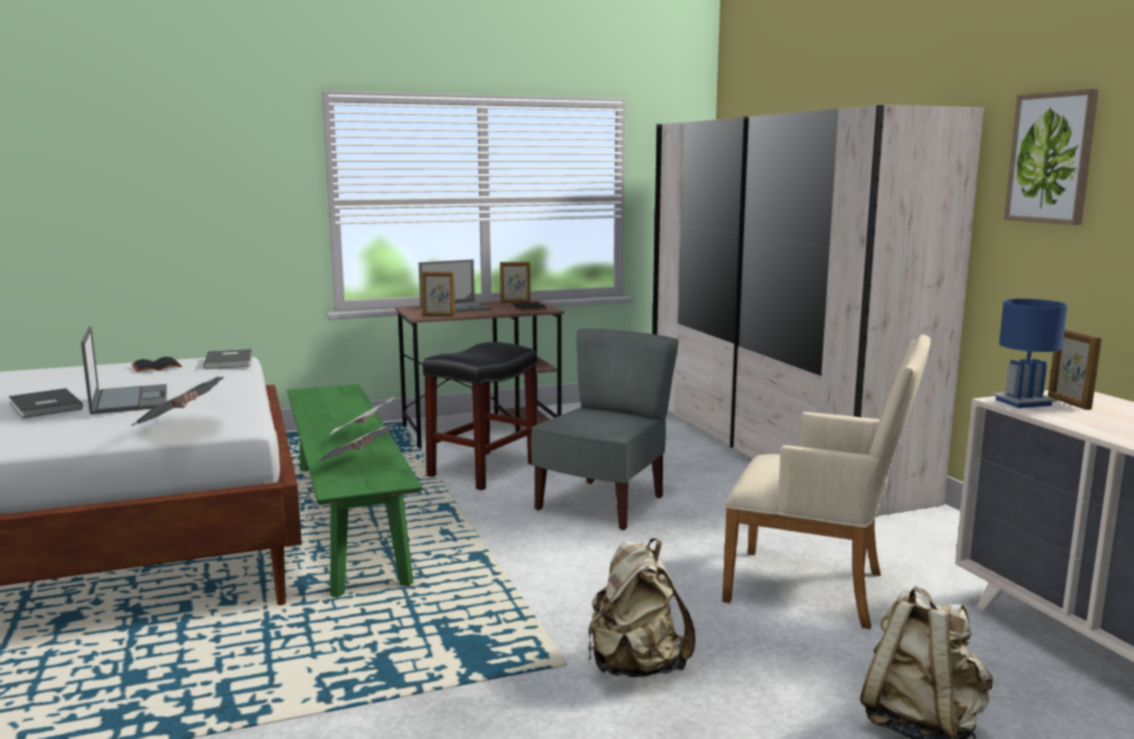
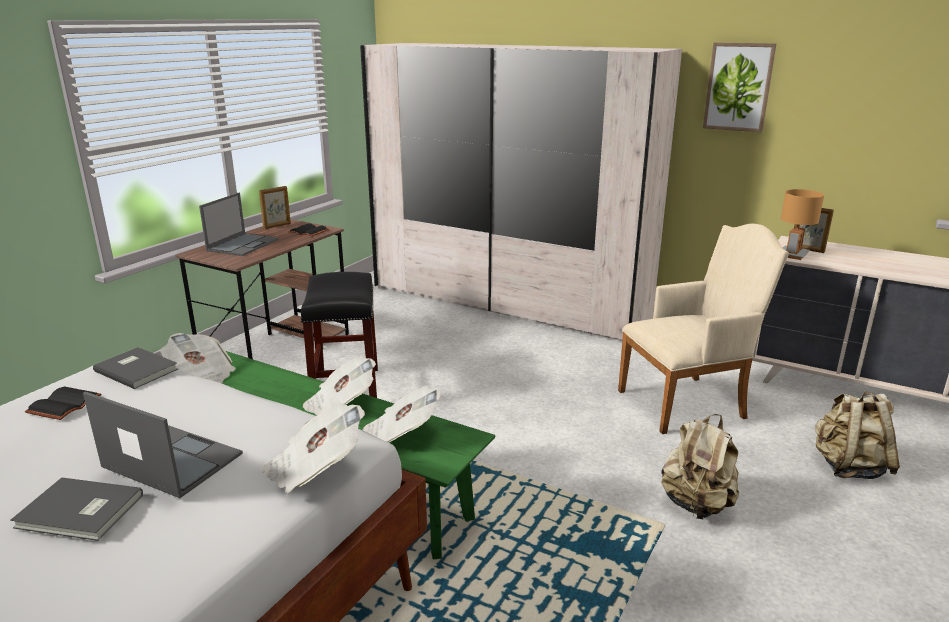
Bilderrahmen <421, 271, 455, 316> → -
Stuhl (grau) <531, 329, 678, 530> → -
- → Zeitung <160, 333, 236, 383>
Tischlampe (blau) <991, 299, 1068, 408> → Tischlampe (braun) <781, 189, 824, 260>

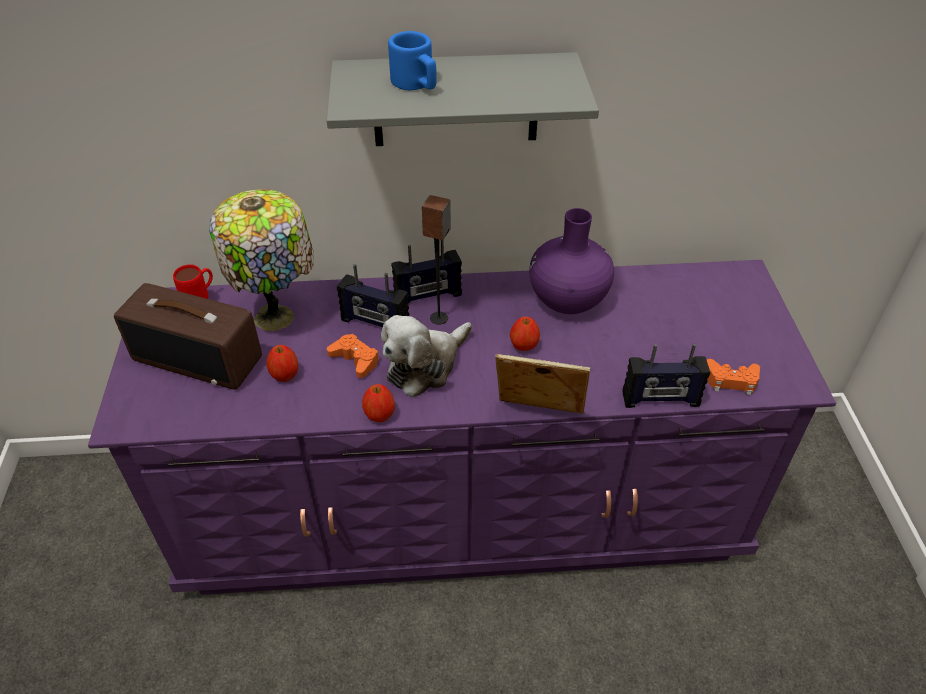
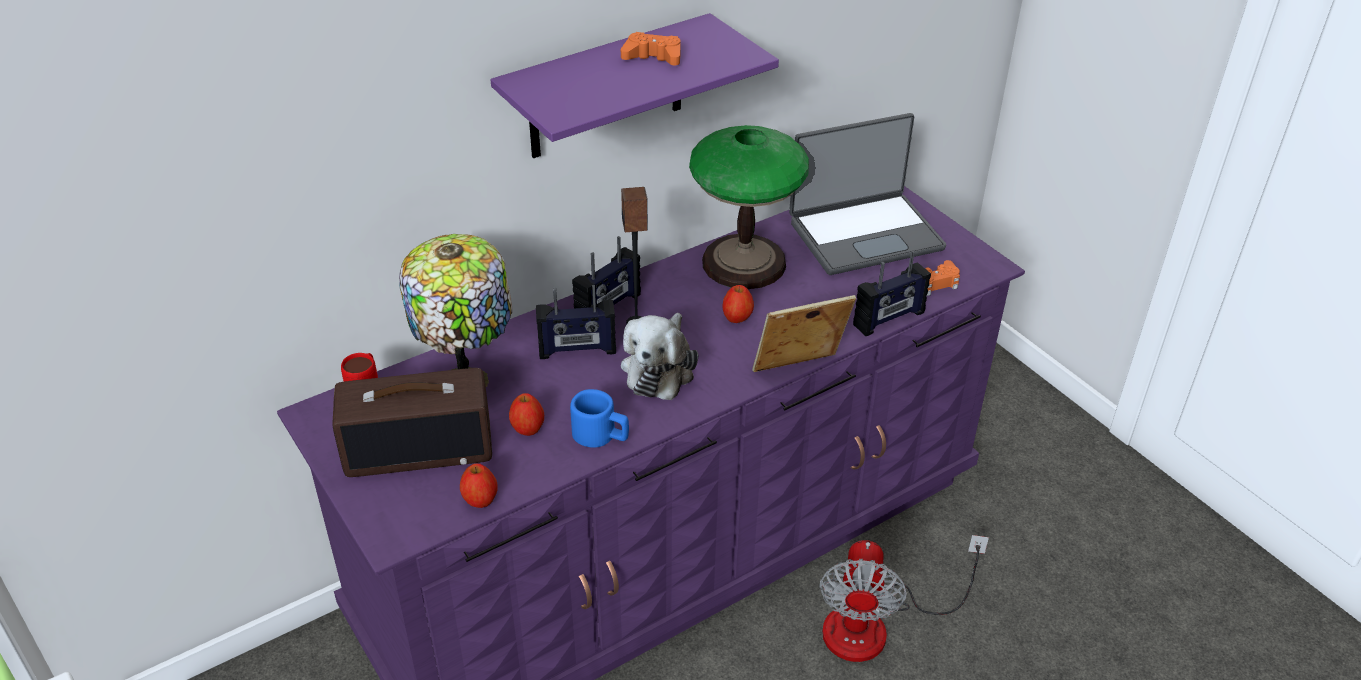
- → Laptop <789, 113, 946, 275>
- → Ventilator <819, 535, 989, 662>
Gamepad (orange) <327, 334, 379, 378> → Gamepad (orange) <621, 32, 681, 65>, shifted
Apfel <362, 384, 395, 422> → Apfel <460, 463, 498, 508>, shifted
Henkelbecher (blau) <388, 31, 437, 90> → Henkelbecher (blau) <570, 389, 629, 448>, shifted
Vase (lila) <529, 208, 614, 314> → Tischlampe <689, 125, 809, 289>
Wandregal (grau) <326, 52, 599, 146> → Wandregal (lila) <491, 13, 779, 158>

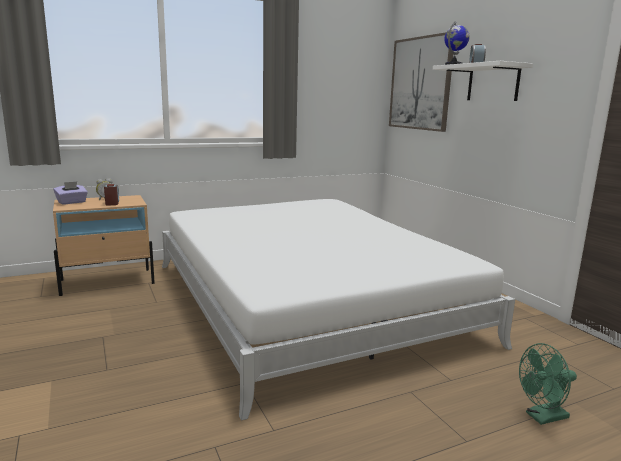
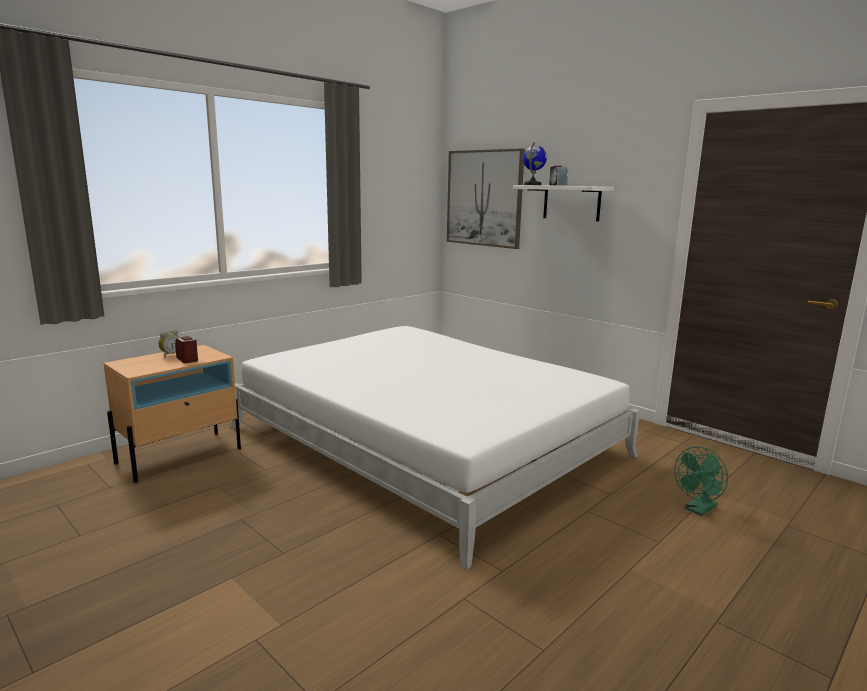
Taschentuchbox (lila) <53, 181, 88, 205> → -

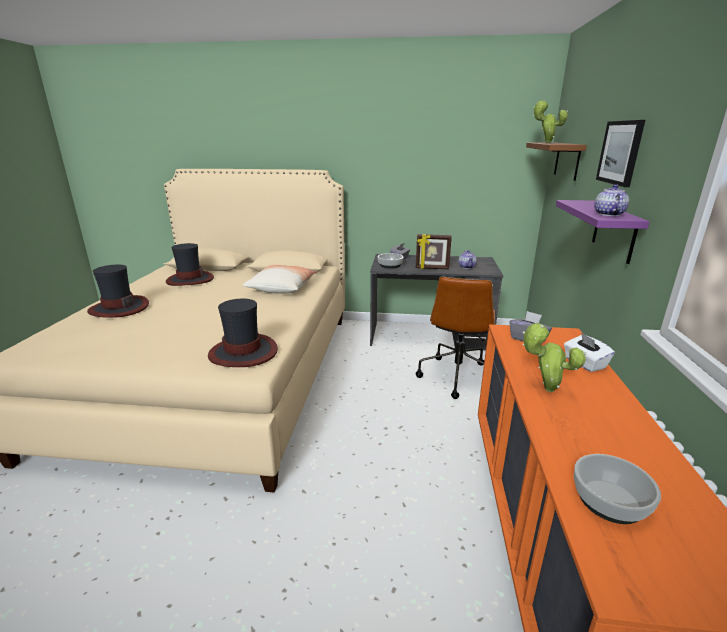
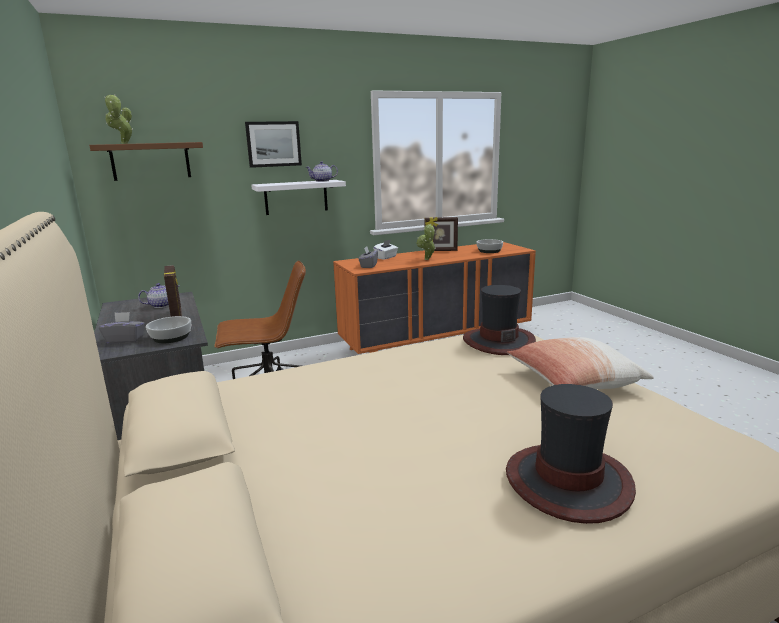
Hut <166, 243, 214, 286> → -
- → Bilderrahmen <425, 217, 458, 251>
Kissen <243, 265, 316, 294> → Kissen <507, 337, 654, 389>, shifted
Wandregal (lila) <556, 200, 650, 264> → Wandregal (weiß) <251, 180, 346, 215>

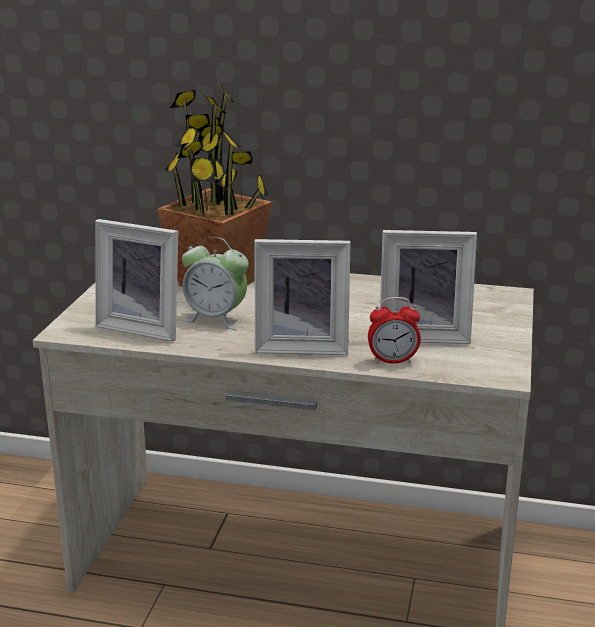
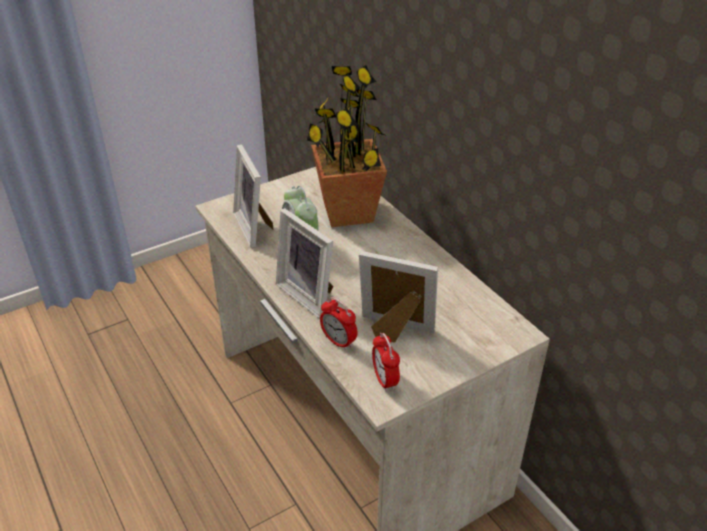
- → Wecker <372, 333, 400, 392>
Bilderrahmen <380, 230, 477, 344> → Bilderrahmen <359, 251, 438, 342>, 150 degrees clockwise

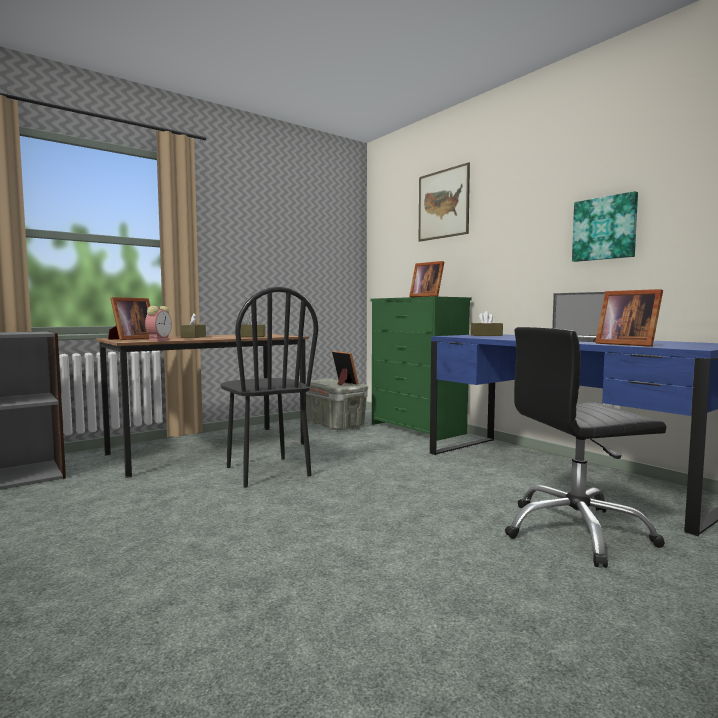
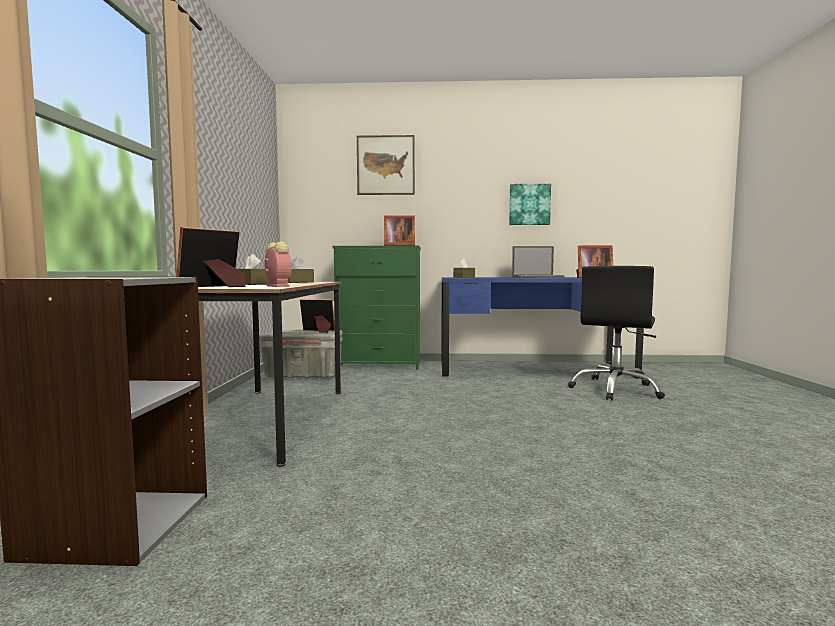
Stuhl (schwarz) <221, 287, 318, 488> → -
Bilderrahmen <108, 297, 150, 340> → Bilderrahmen <176, 227, 245, 287>, 120 degrees counterclockwise

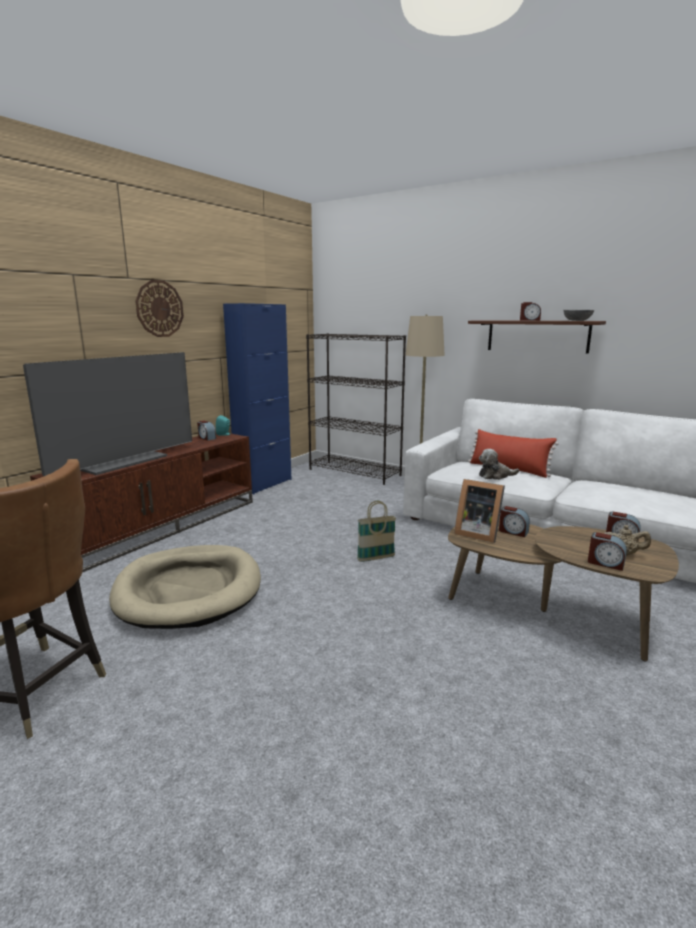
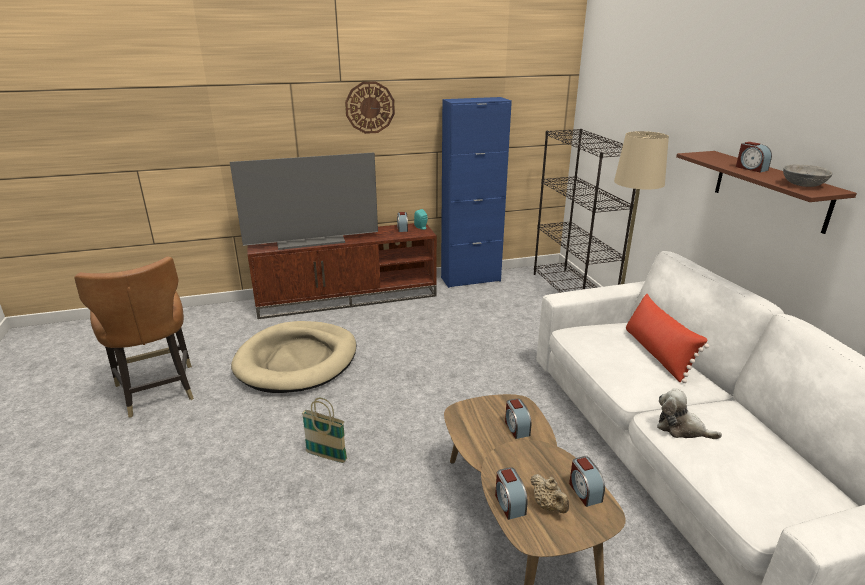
Bilderrahmen <454, 479, 505, 543> → -
Korb <357, 501, 396, 562> → Korb <302, 398, 347, 463>, shifted
Plüschtier <479, 449, 519, 480> → Plüschtier <657, 388, 722, 439>, shifted

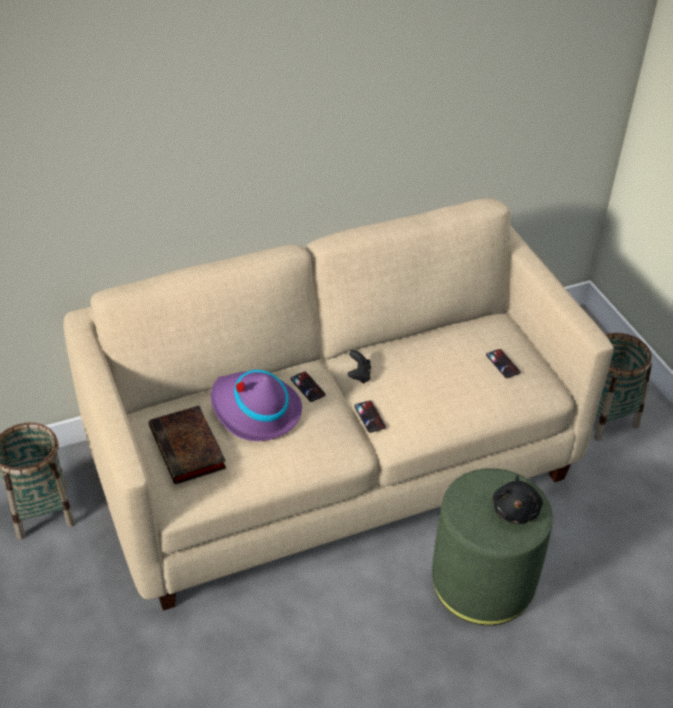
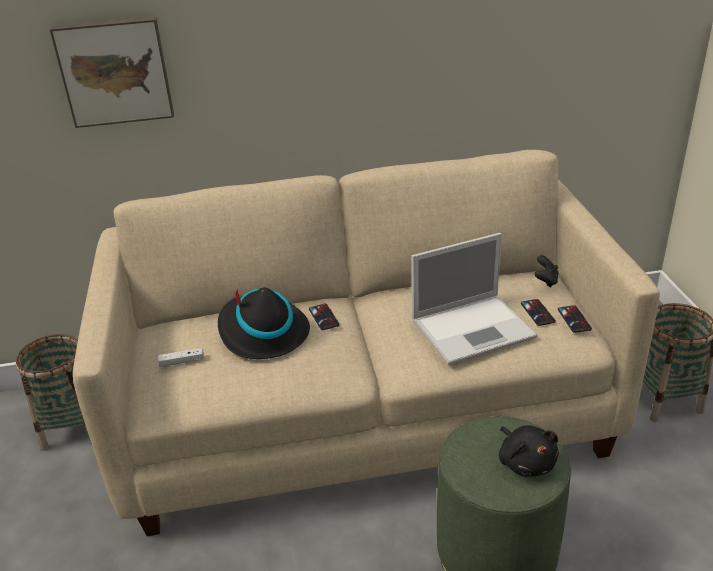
- → Bild <50, 17, 174, 128>
- → Laptop <411, 233, 538, 365>
Gamepad (schwarz) <348, 350, 371, 383> → Gamepad (schwarz) <534, 255, 559, 288>, shifted
Handy <354, 400, 386, 433> → Handy <558, 305, 592, 333>, shifted
Buch <149, 406, 226, 484> → Gamepad (weiß) <158, 348, 204, 367>
Hut (lila) <211, 369, 302, 441> → Hut (schwarz) <218, 287, 310, 359>
Plüschtier (schwarz) <493, 475, 543, 524> → Plüschtier (schwarz) <499, 425, 559, 477>, 45 degrees counterclockwise

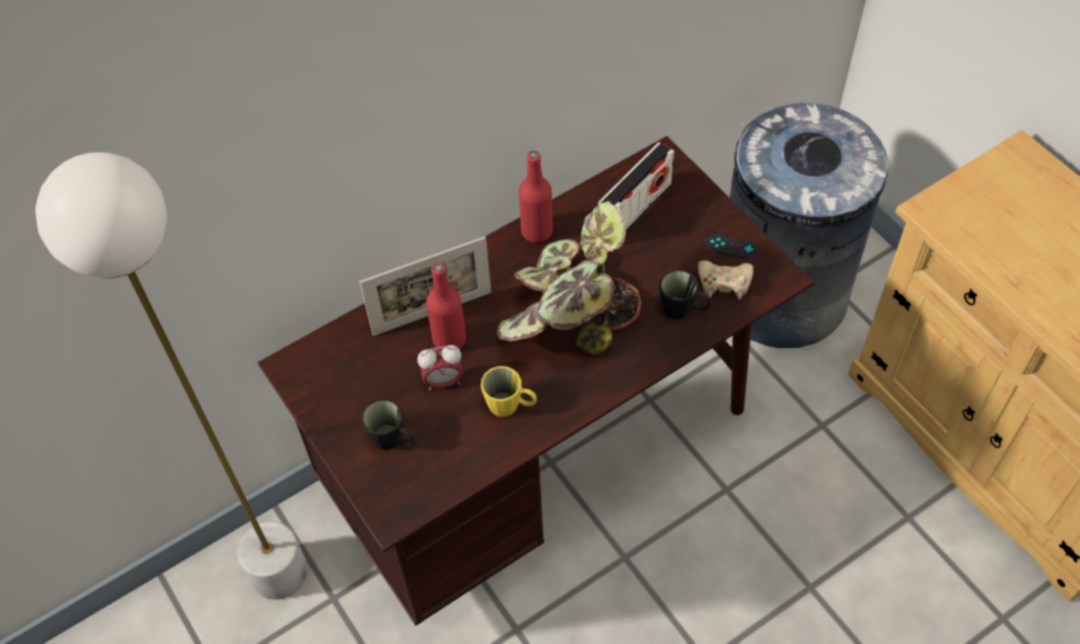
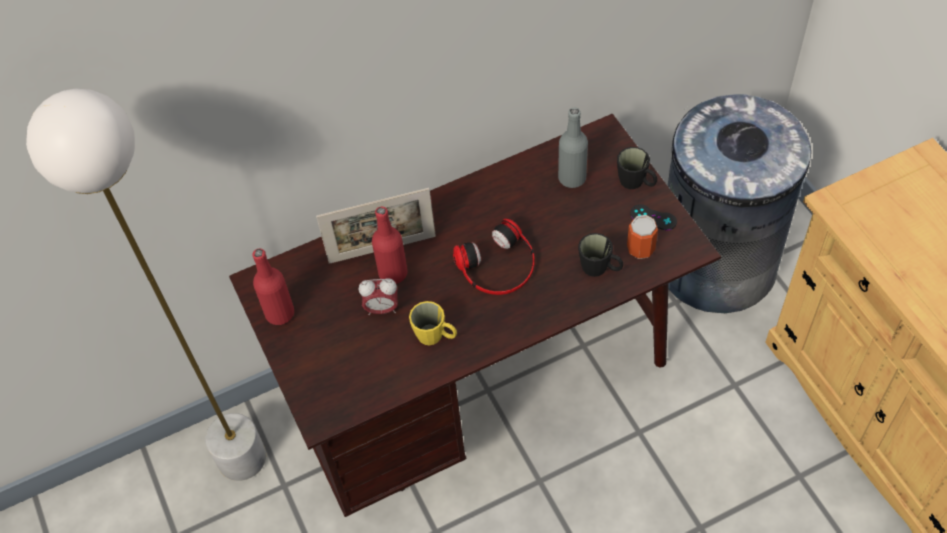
Henkelbecher (schwarz) <361, 399, 415, 450> → Henkelbecher (schwarz) <617, 147, 657, 189>, shifted
Flasche (rot) <519, 151, 553, 243> → Flasche (rot) <252, 249, 294, 325>, shifted
Topfpflanze <496, 201, 642, 354> → Kopfhörer <453, 219, 535, 295>
Radio <598, 142, 675, 233> → Flasche (grau) <558, 108, 588, 188>
Gamepad (beige) <698, 261, 753, 299> → Dose <627, 215, 658, 259>

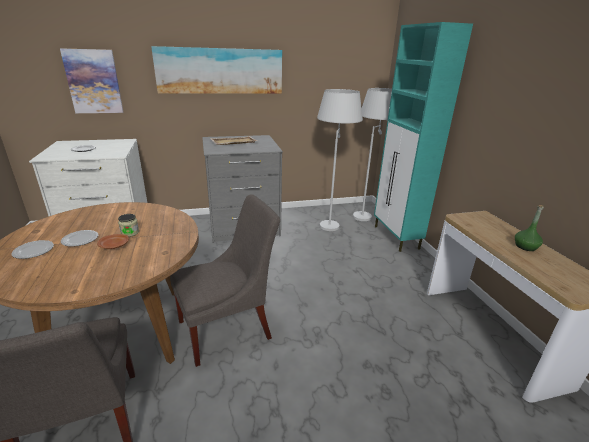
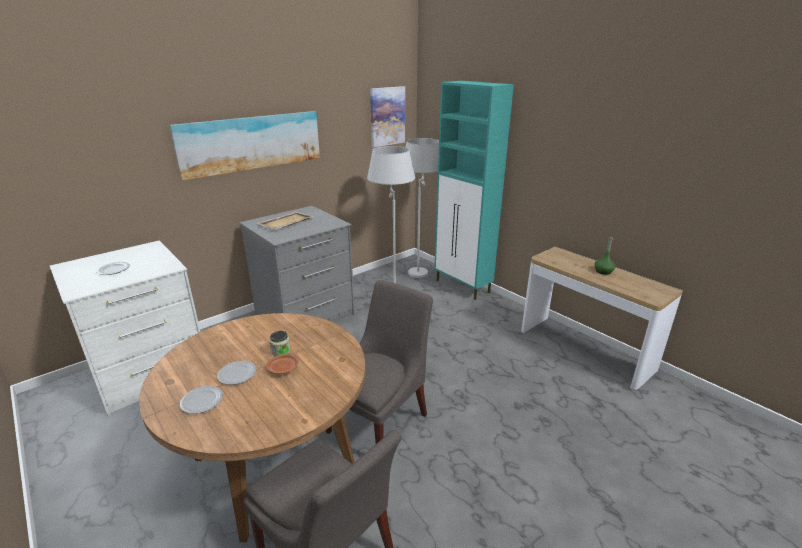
Bild <60, 48, 123, 113> → Bild <370, 86, 405, 147>, shifted

